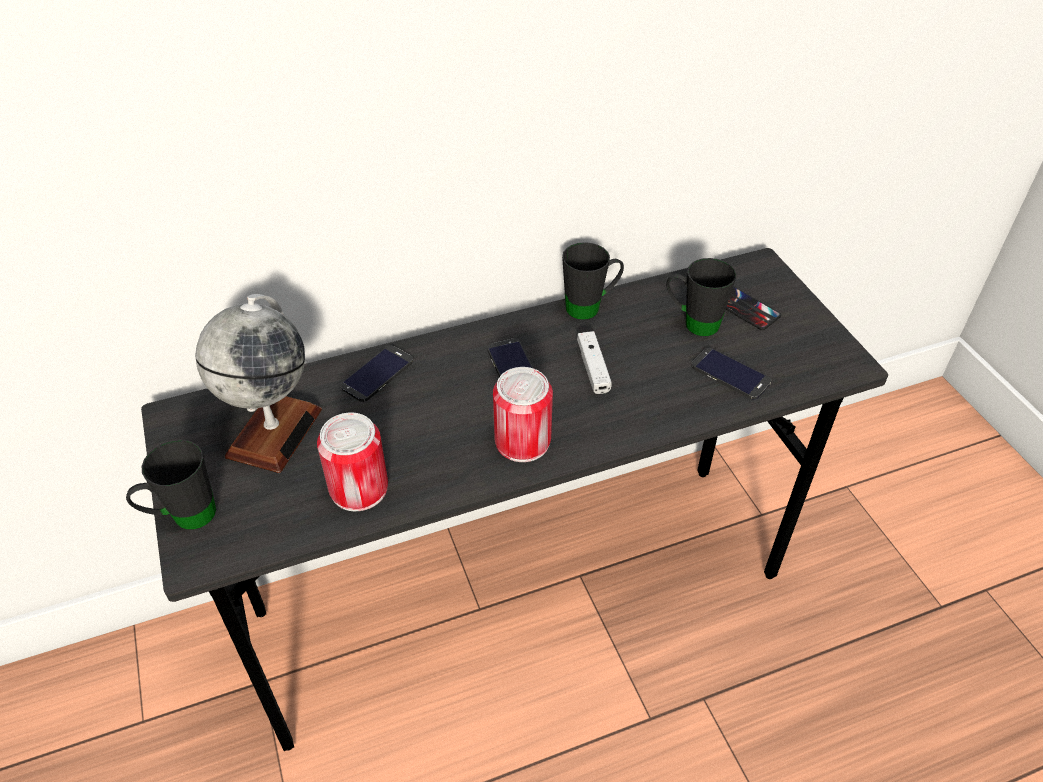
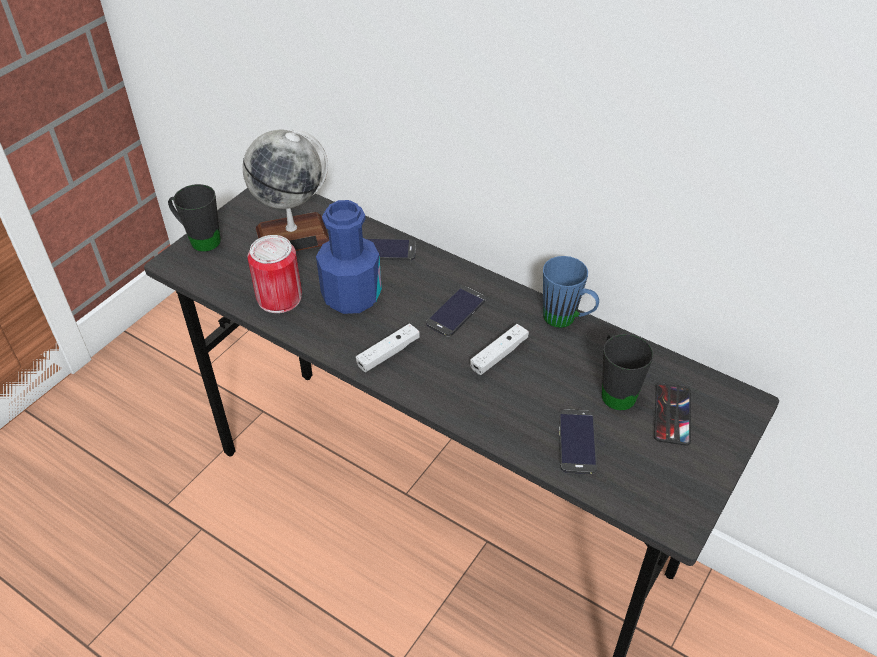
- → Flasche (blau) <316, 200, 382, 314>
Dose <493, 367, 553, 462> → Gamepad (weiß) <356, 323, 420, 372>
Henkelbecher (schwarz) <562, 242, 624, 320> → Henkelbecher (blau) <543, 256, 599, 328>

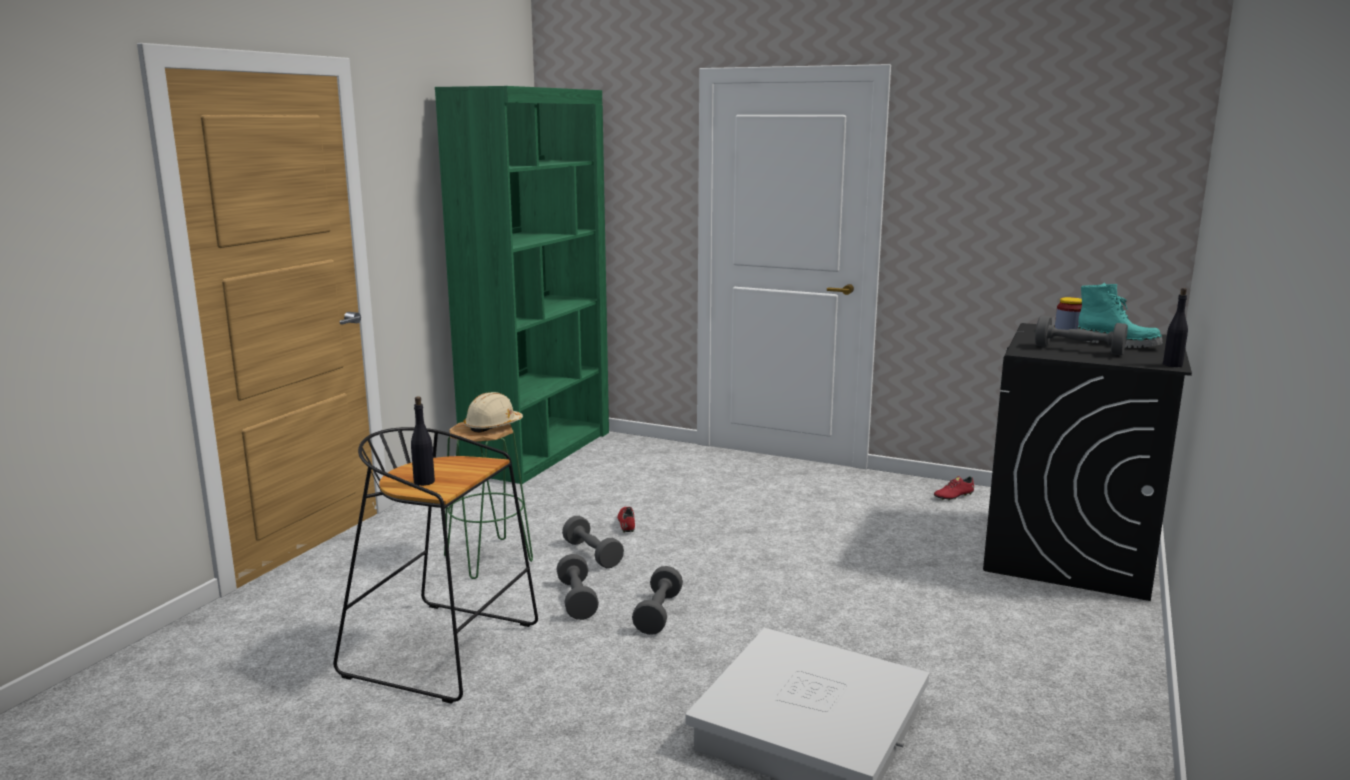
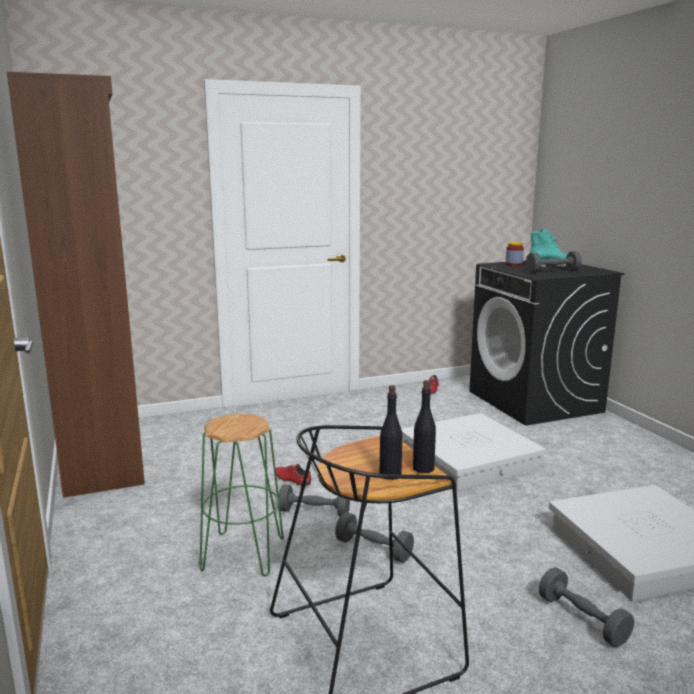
Schutzhelm (beige) <463, 392, 523, 433> → -
- → Aufbewahrungsbox (weiß) <401, 413, 546, 491>
Hantel (grau) <632, 566, 683, 635> → Hantel (grau) <539, 567, 634, 647>, shifted
Flasche (schwarz) <1163, 288, 1188, 367> → Flasche (schwarz) <413, 380, 436, 473>, shifted
Bücherregal (grün) <435, 86, 609, 484> → Bücherregal (braun) <7, 72, 145, 498>

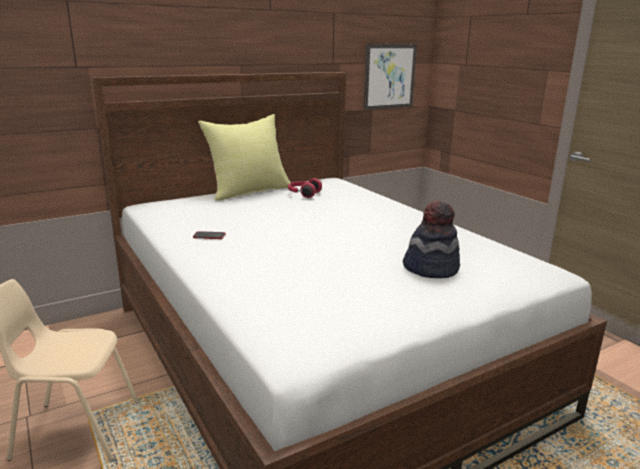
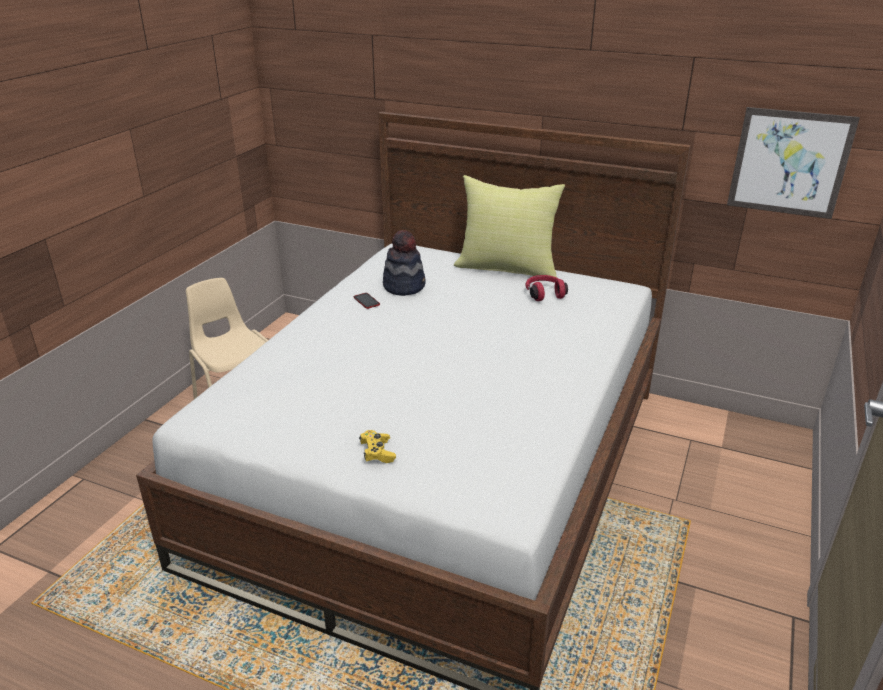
- → Gamepad (gelb) <359, 430, 396, 463>
Hut <403, 201, 460, 278> → Hut <383, 230, 426, 296>, shifted

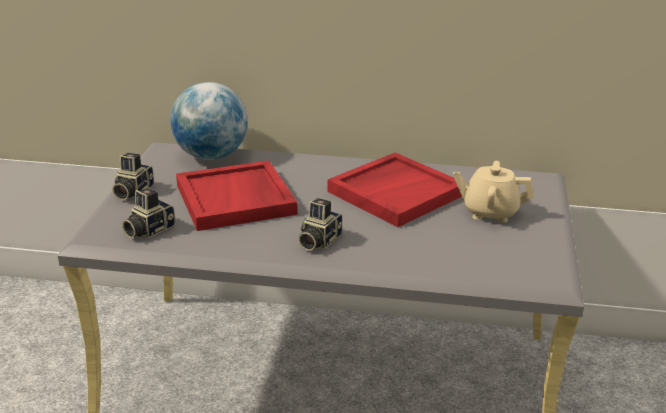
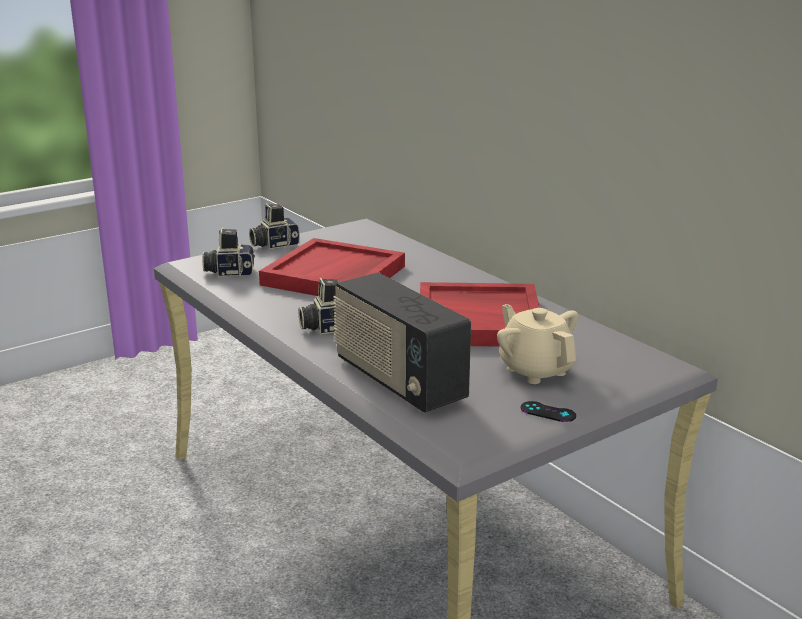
Globus <170, 82, 248, 160> → -
- → Radio <333, 272, 471, 412>
- → Gamepad (schwarz) <521, 401, 576, 422>

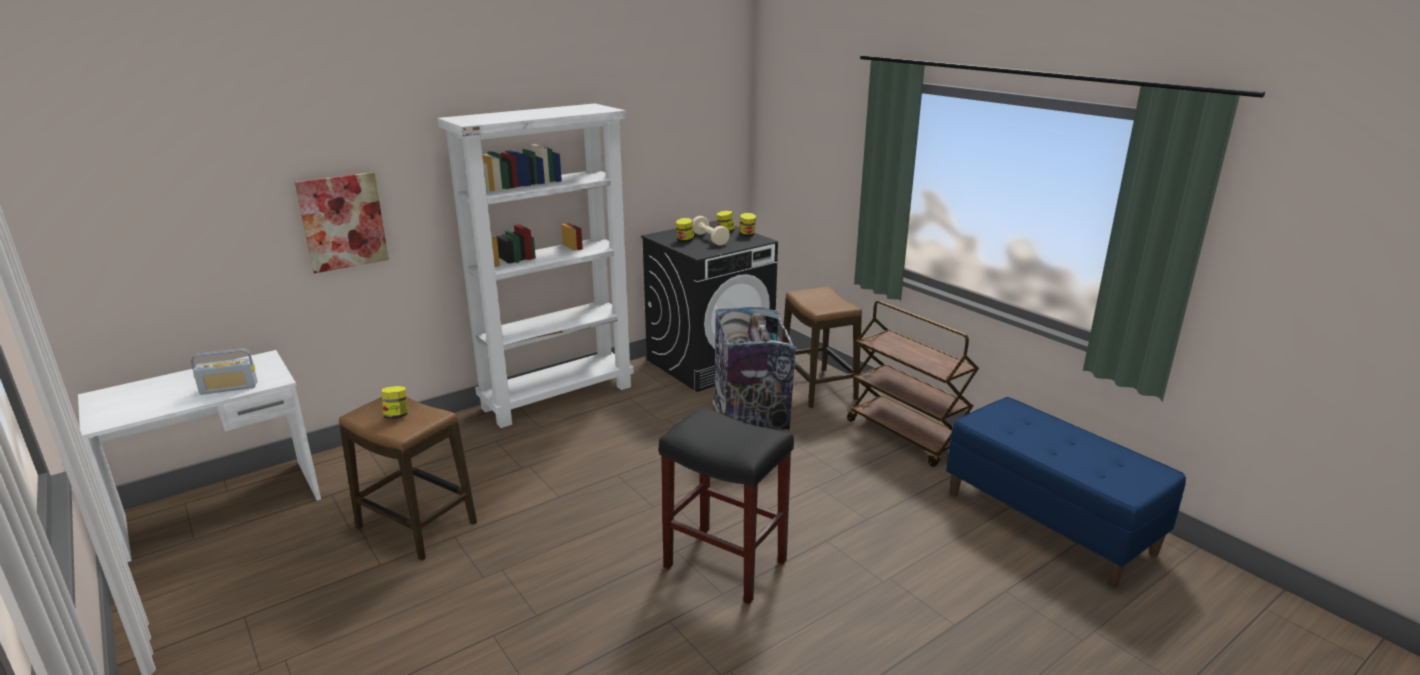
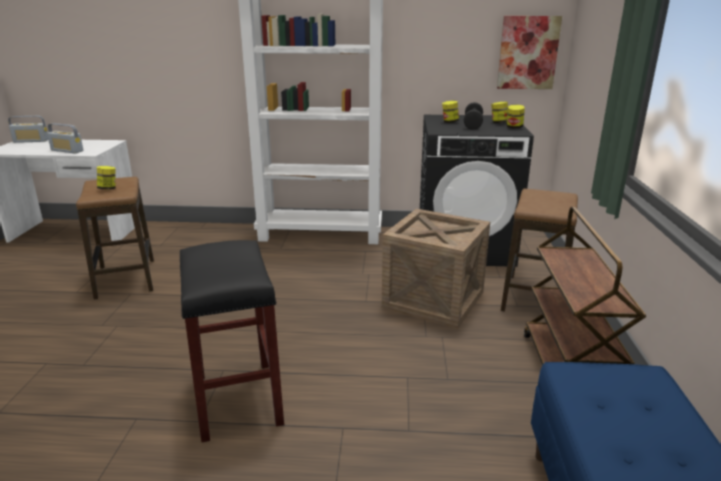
- → Radio <8, 116, 48, 143>
Bild <295, 172, 389, 274> → Bild <497, 16, 562, 89>, shifted
Mülleimer <713, 307, 797, 431> → Kiste <382, 209, 490, 329>
Hantel (beige) <693, 216, 730, 246> → Hantel (schwarz) <464, 102, 483, 130>

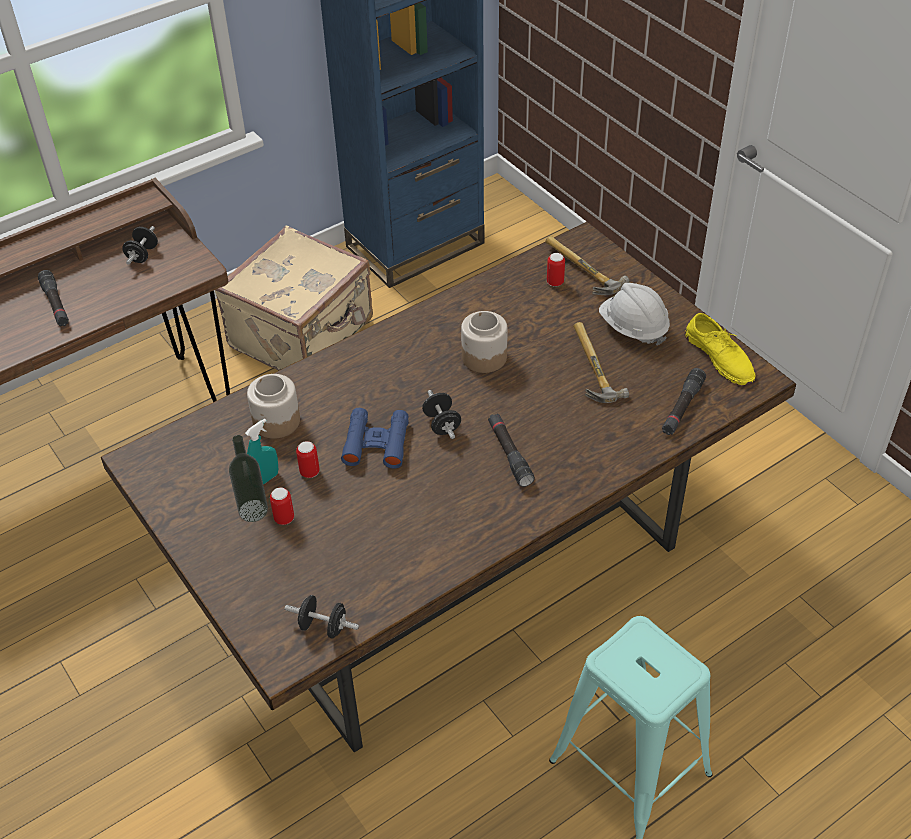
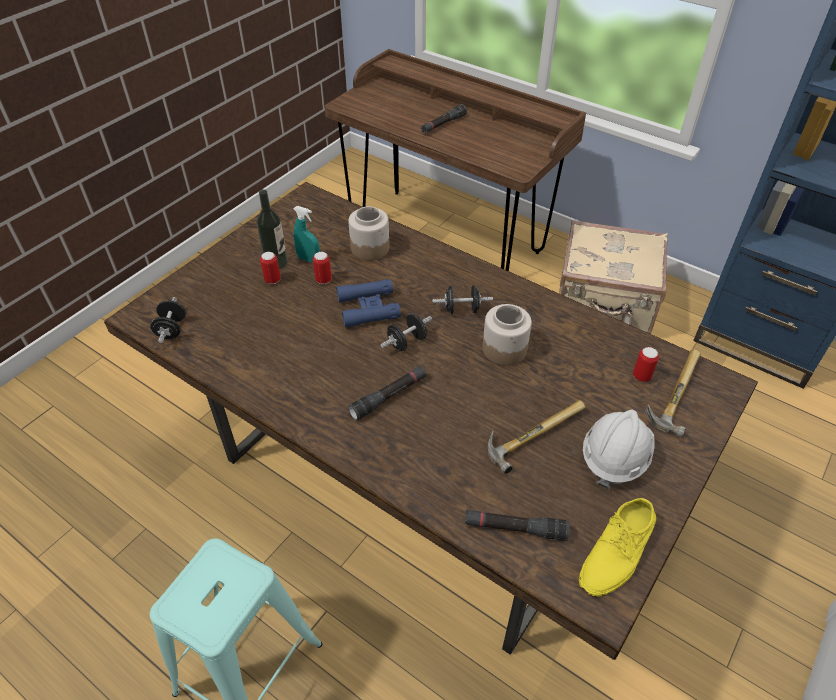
Hantel (schwarz) <122, 226, 158, 265> → Hantel (schwarz) <432, 285, 493, 314>, shifted

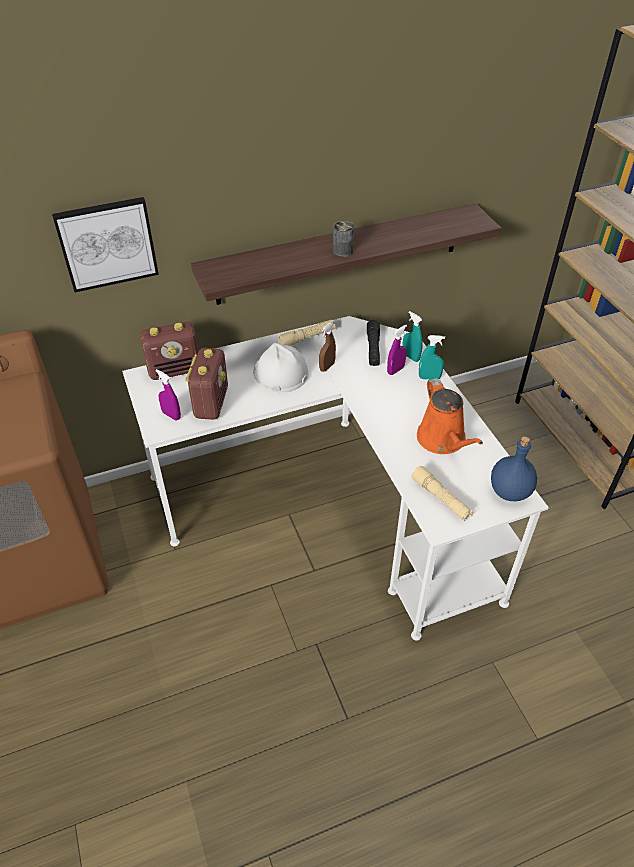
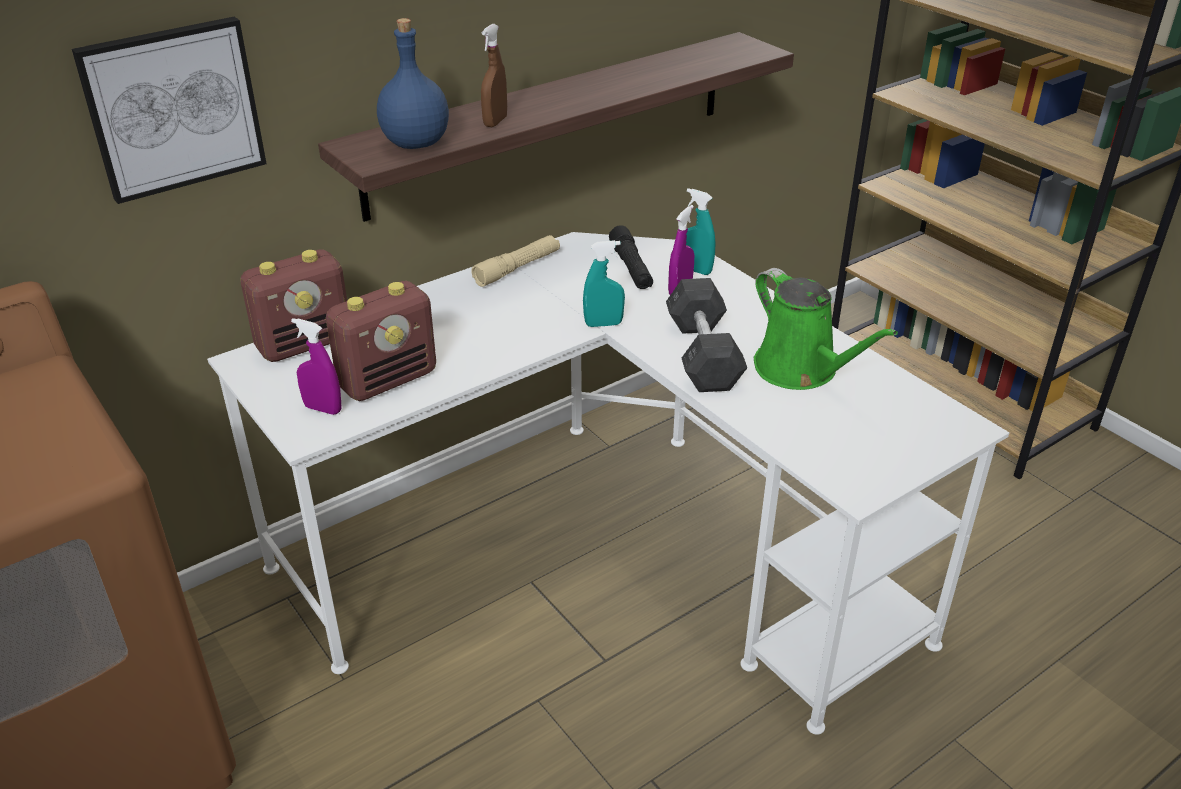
Schutzhelm (weiß) <253, 342, 308, 392> → -
Dose <333, 221, 354, 257> → -
Taschenlampe (beige) <411, 466, 473, 521> → -
- → Hantel (grau) <666, 278, 747, 392>
Sprühflasche (braun) <319, 322, 336, 372> → Sprühflasche (braun) <481, 24, 507, 127>, shifted
Sprühflasche (türkis) <419, 335, 445, 380> → Sprühflasche (türkis) <583, 240, 625, 327>, shifted
Flasche (blau) <491, 436, 537, 501> → Flasche (blau) <377, 18, 449, 149>, shifted
Gießkanne (orange) <417, 378, 483, 454> → Gießkanne (grün) <754, 268, 898, 390>
Radio <185, 348, 228, 420> → Radio <326, 281, 436, 401>, 60 degrees clockwise

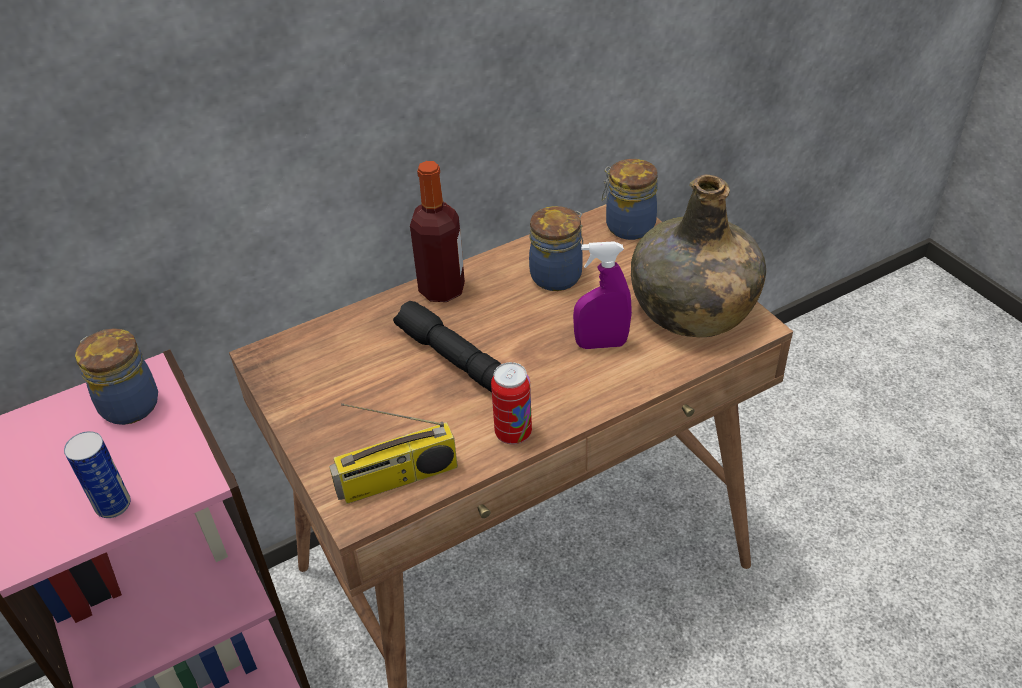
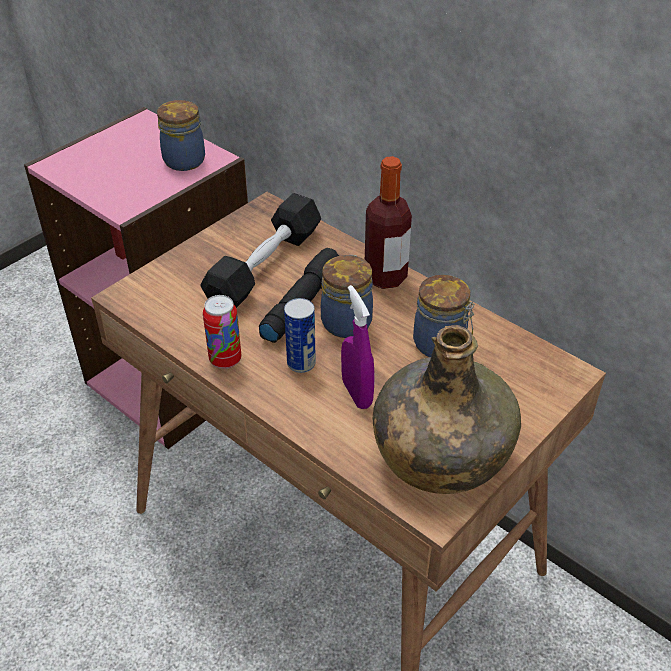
Radio <329, 403, 458, 504> → -
- → Hantel (schwarz) <200, 193, 321, 308>
Dose <64, 431, 131, 518> → Dose <284, 298, 316, 373>, shifted
Vorratsglas <602, 159, 658, 240> → Vorratsglas <321, 255, 373, 338>, shifted

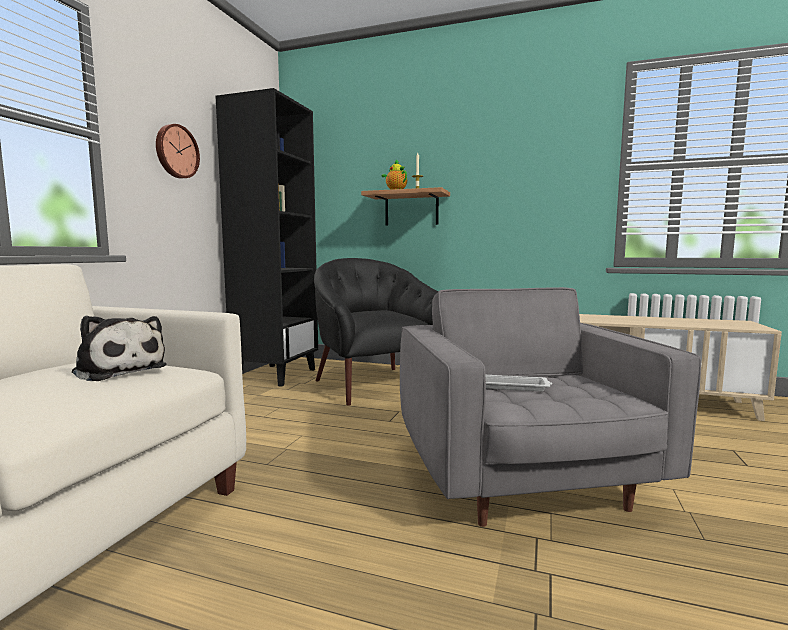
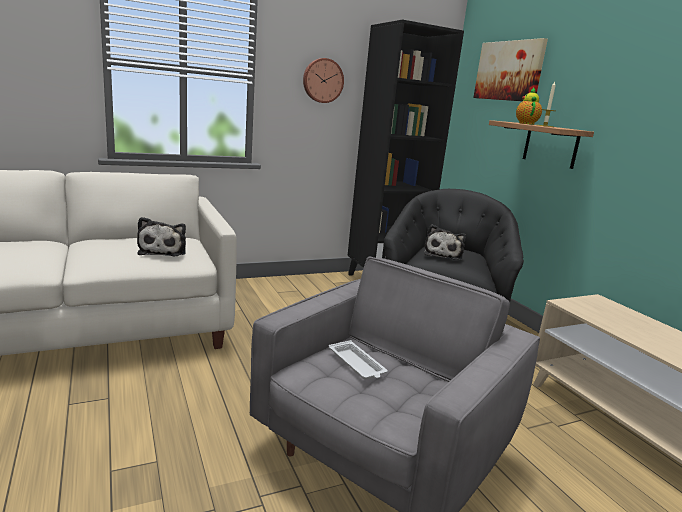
- → Plüschtier <424, 224, 466, 260>
- → Bild <473, 38, 548, 101>

